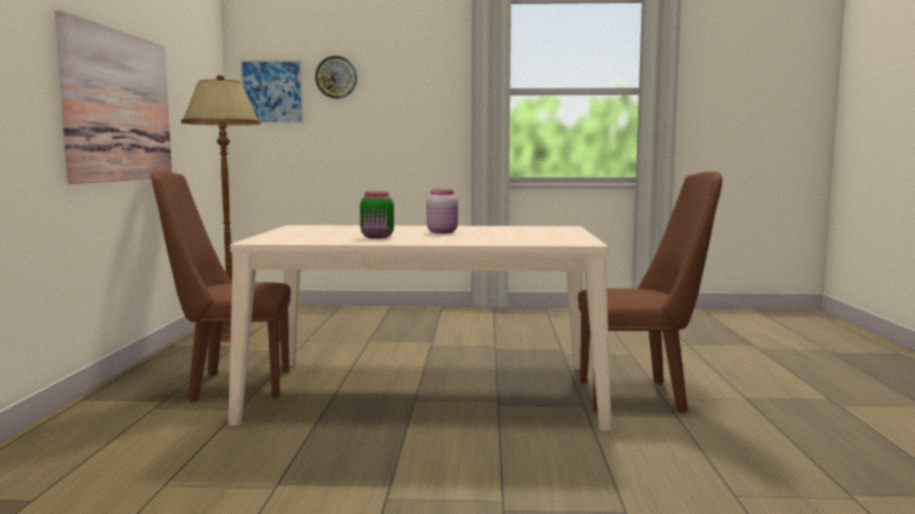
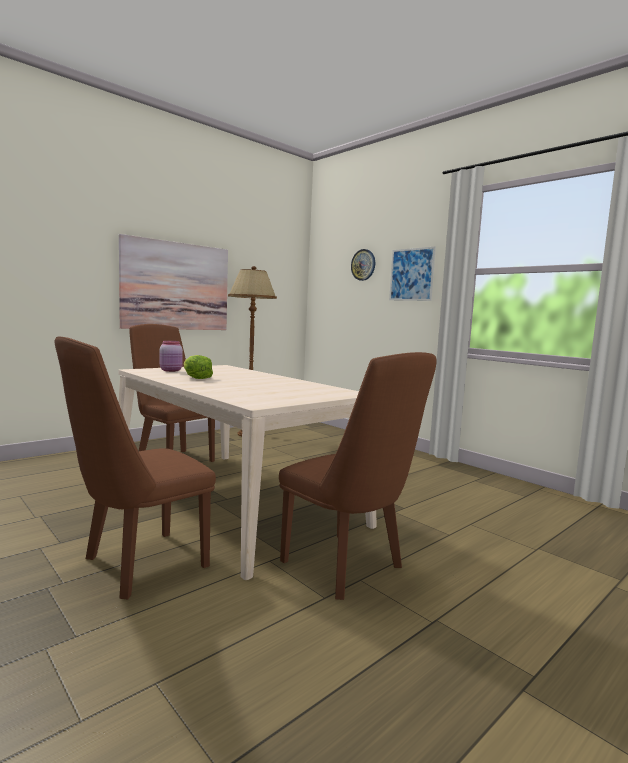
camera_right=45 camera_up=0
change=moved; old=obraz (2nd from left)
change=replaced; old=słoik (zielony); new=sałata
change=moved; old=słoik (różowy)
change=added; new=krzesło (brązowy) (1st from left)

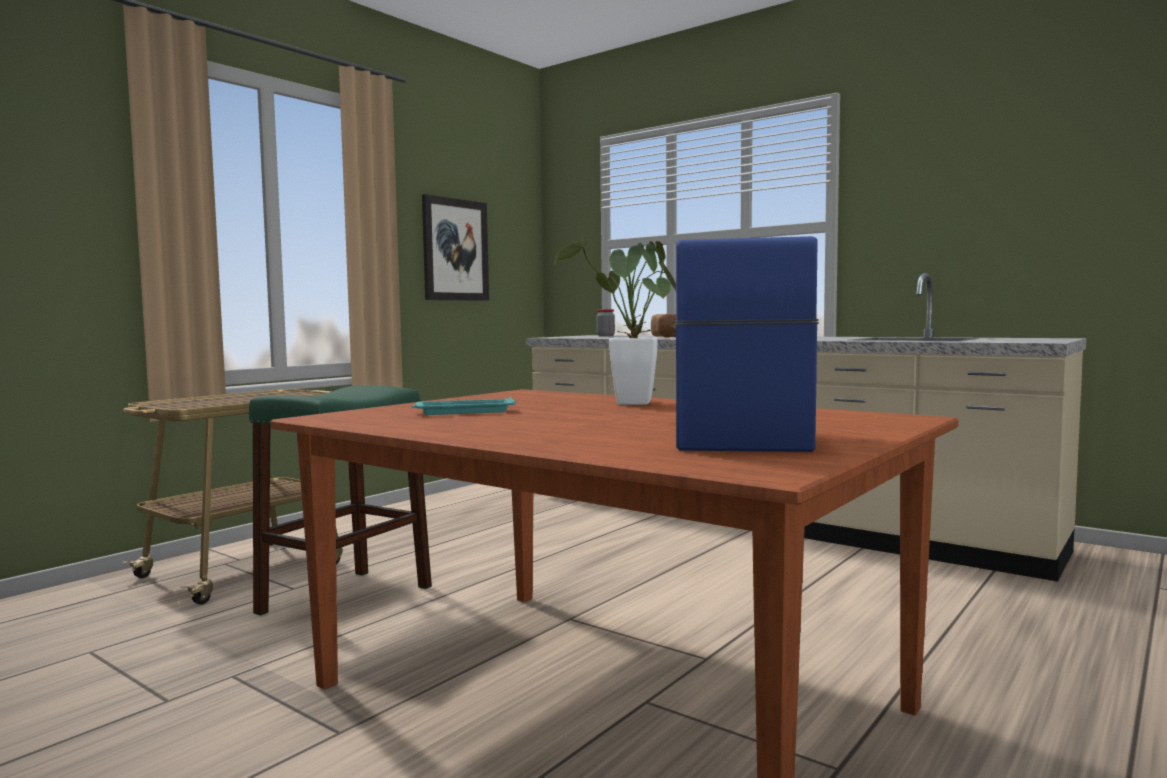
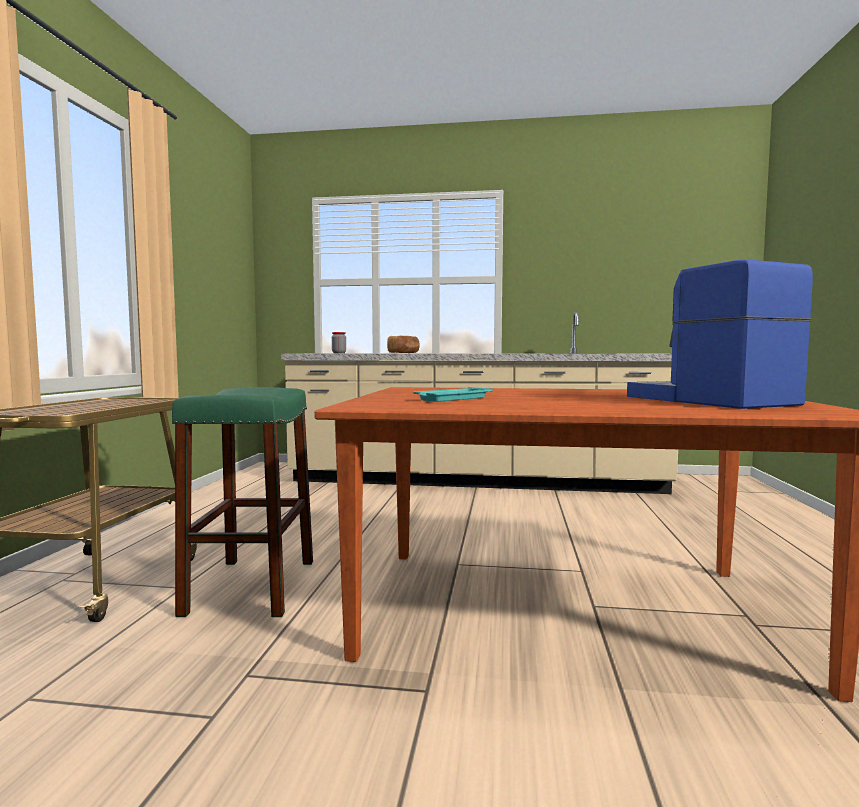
camera_right=-30 camera_up=0
change=removed; old=obraz
change=removed; old=roślina doniczkowa

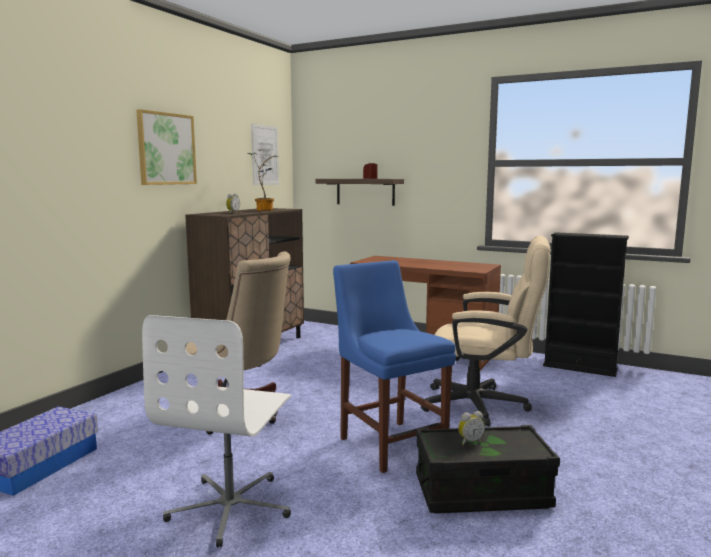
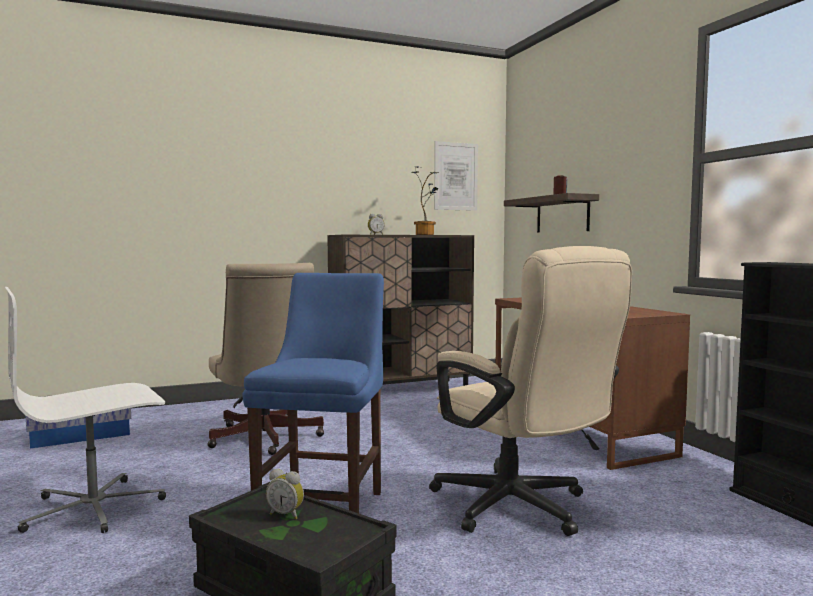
camera_right=40 camera_up=-5
change=removed; old=obraz (1st from left)

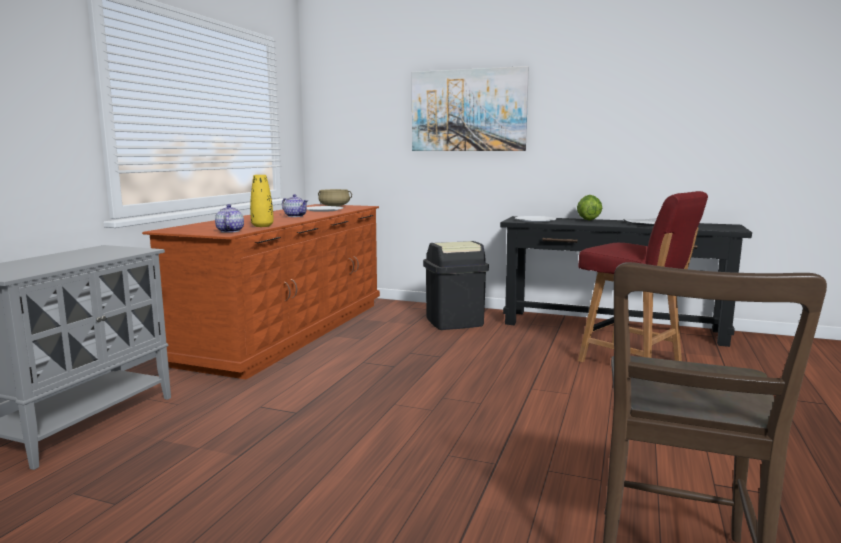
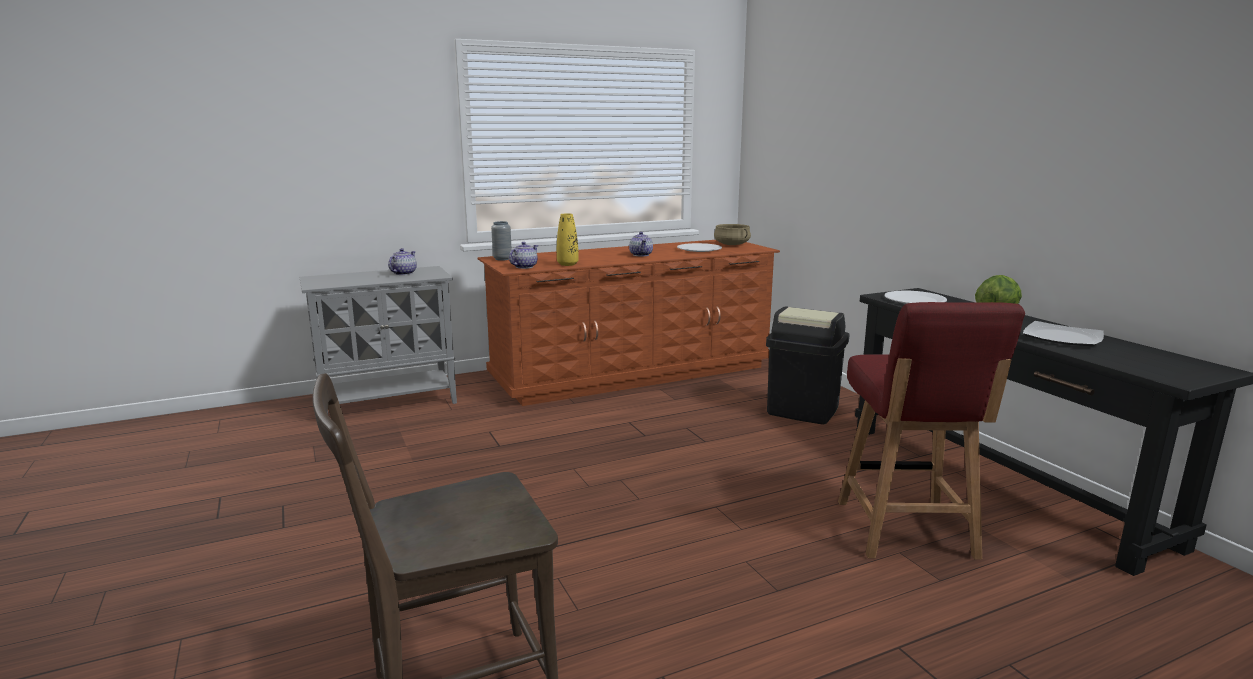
camera_right=45 camera_up=5
change=removed; old=obraz
change=added; new=imbryk (1st from left)
change=added; new=wazon (szary)

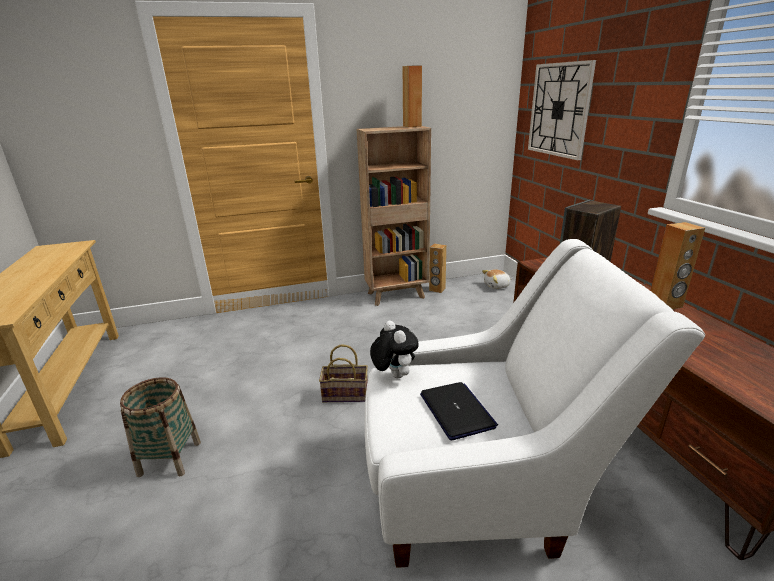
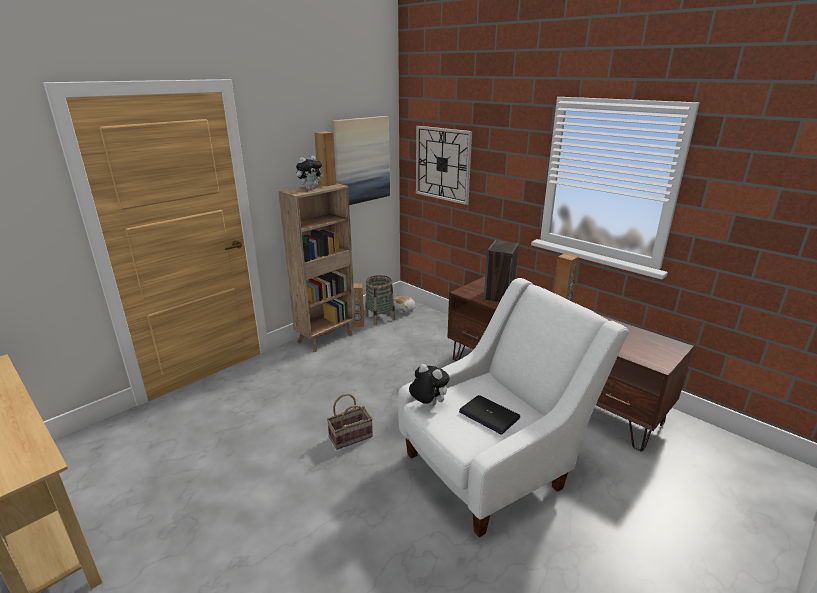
camera_right=-30 camera_up=0
change=moved; old=koszyk (1st from left in the first image); new=koszyk (2nd from left)
change=added; new=pluszak (1st from left)
change=added; new=obraz

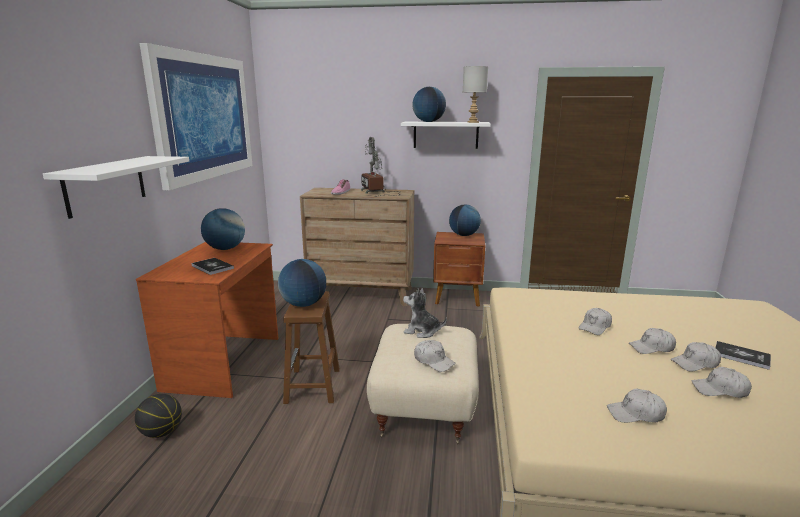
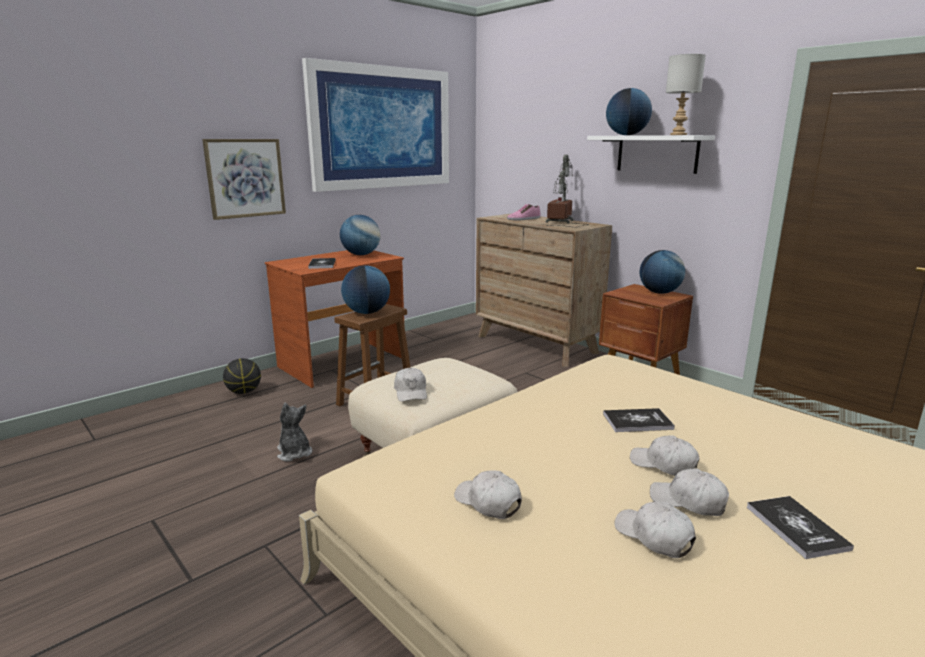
camera_right=40 camera_up=0
change=replaced; old=półka (biały) (1st from left); new=obraz (1st from left)
change=moved; old=pluszak
change=replaced; old=czapka z daszkiem (biały) (2nd from left); new=książka (2nd from left)

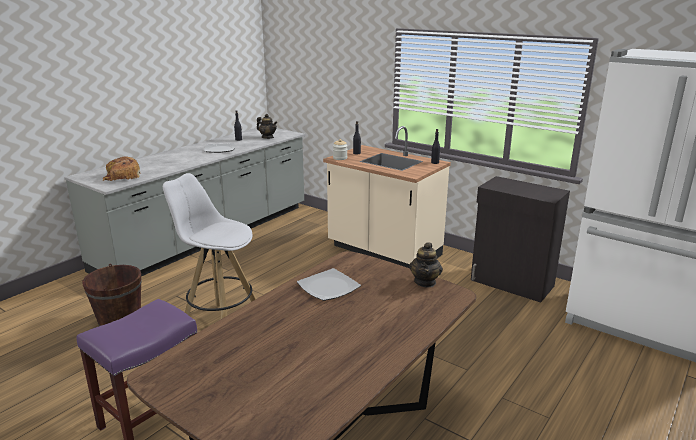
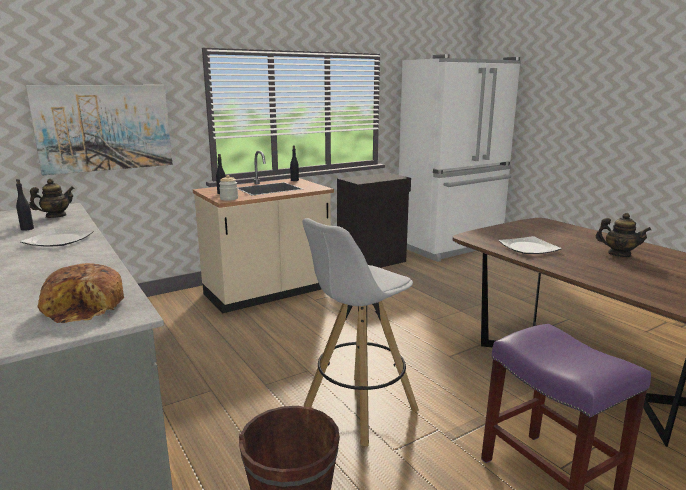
camera_right=-70 camera_up=-5
change=moved; old=imbryk (2nd from left)
change=added; new=obraz

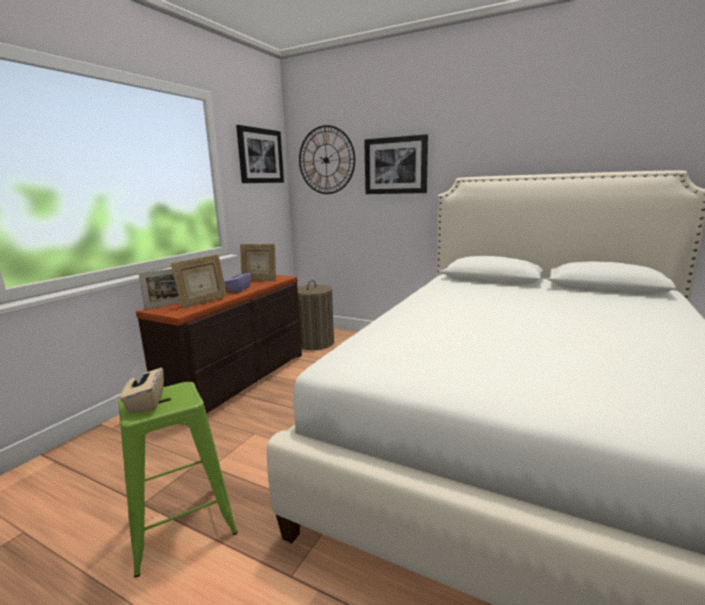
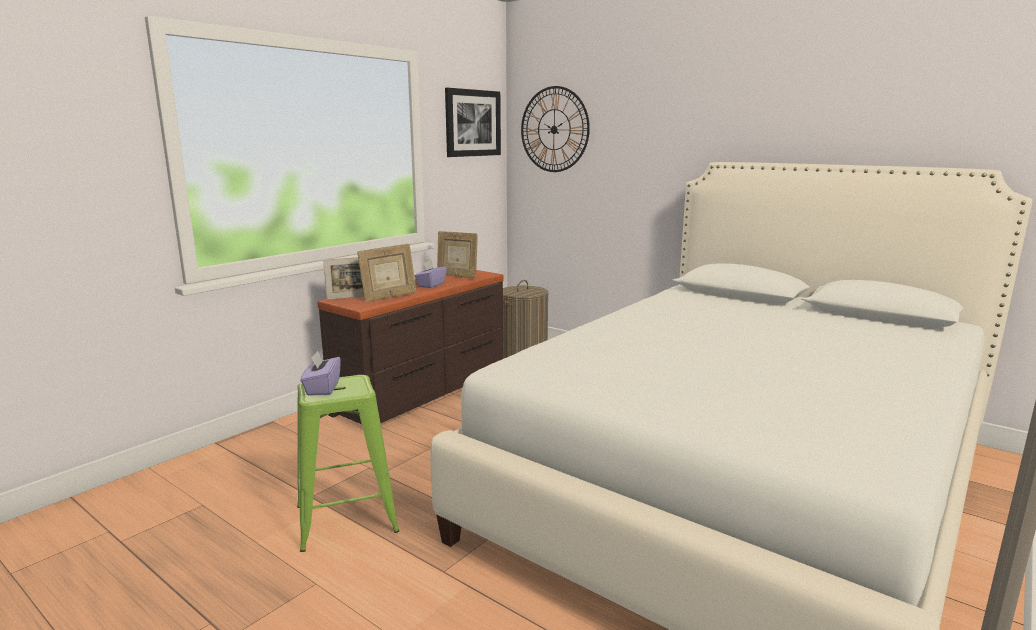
camera_right=10 camera_up=0
change=recoloured; old=pudełko chusteczek (beżowy); new=pudełko chusteczek (fioletowy) (1st from left)
change=removed; old=obraz (2nd from left)

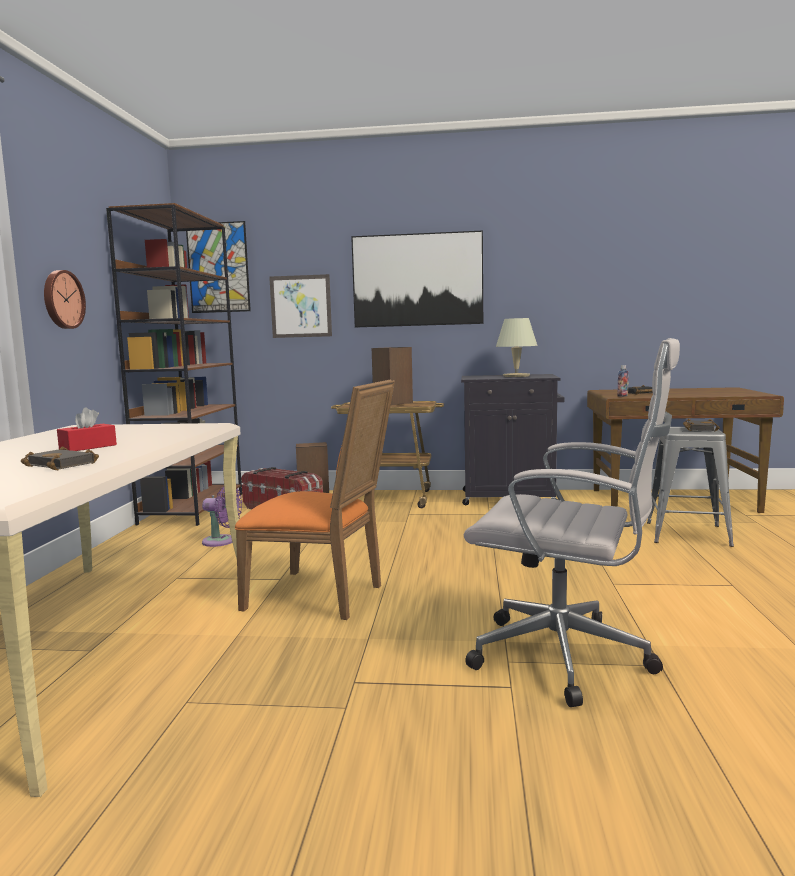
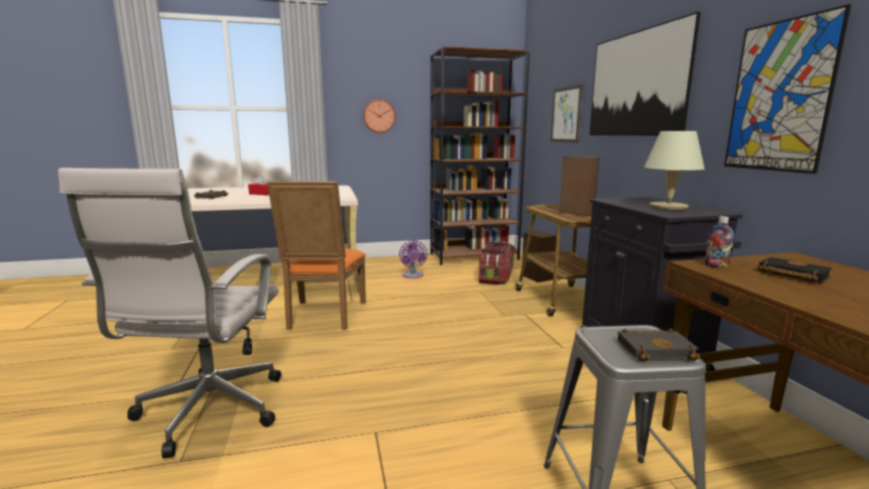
camera_right=70 camera_up=5
change=moved; old=obraz (1st from left in the first image); new=obraz (3rd from left)

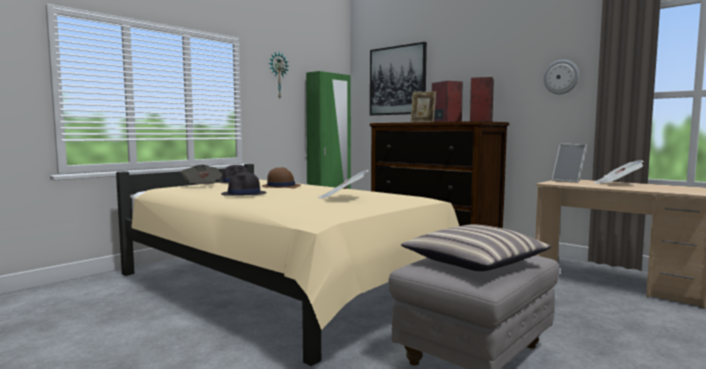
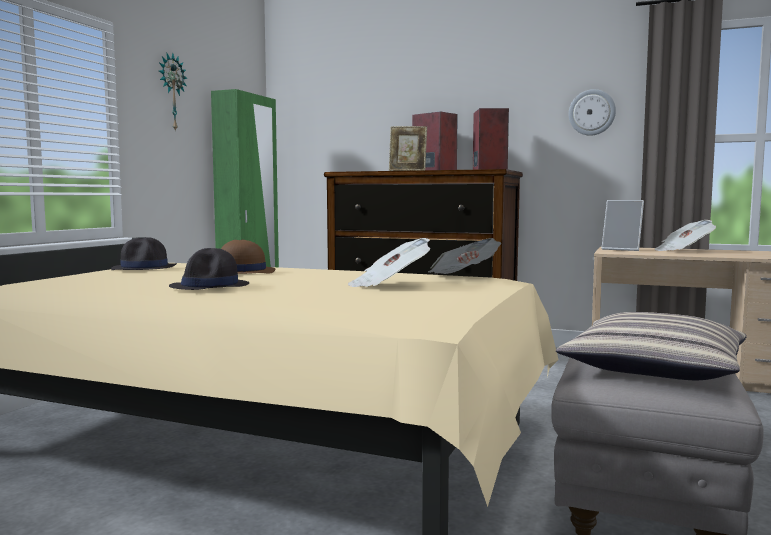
camera_right=-20 camera_up=0
change=moved; old=gazeta (1st from left in the first image); new=gazeta (2nd from left)
change=removed; old=obraz

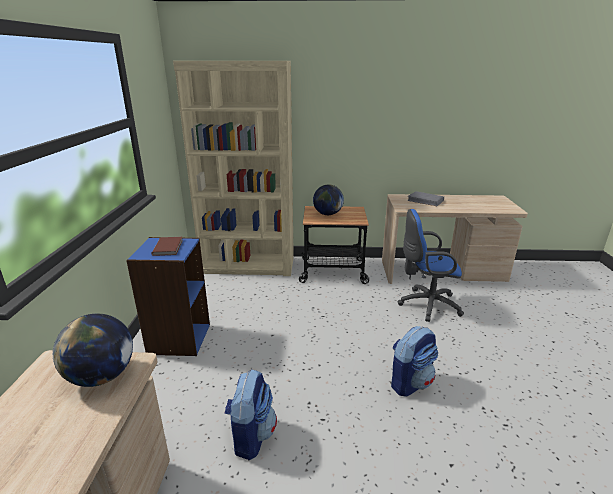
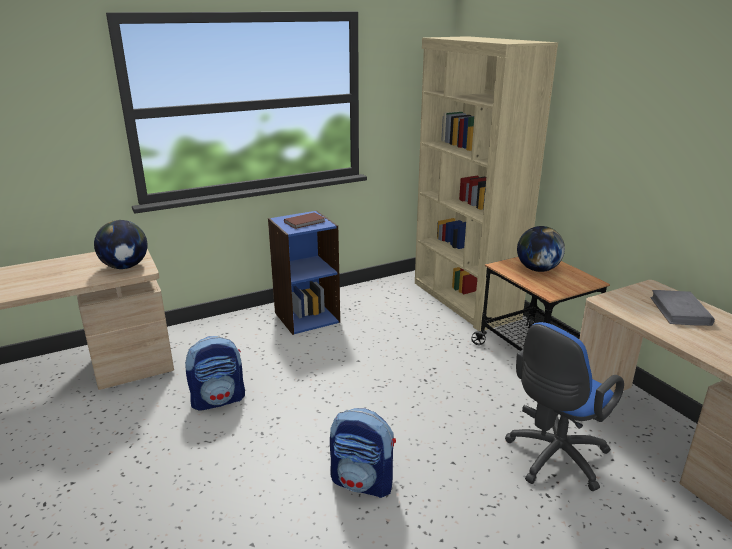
camera_right=60 camera_up=0
change=turned; old=krzesło biurowe (niebieski); degrees=-105

